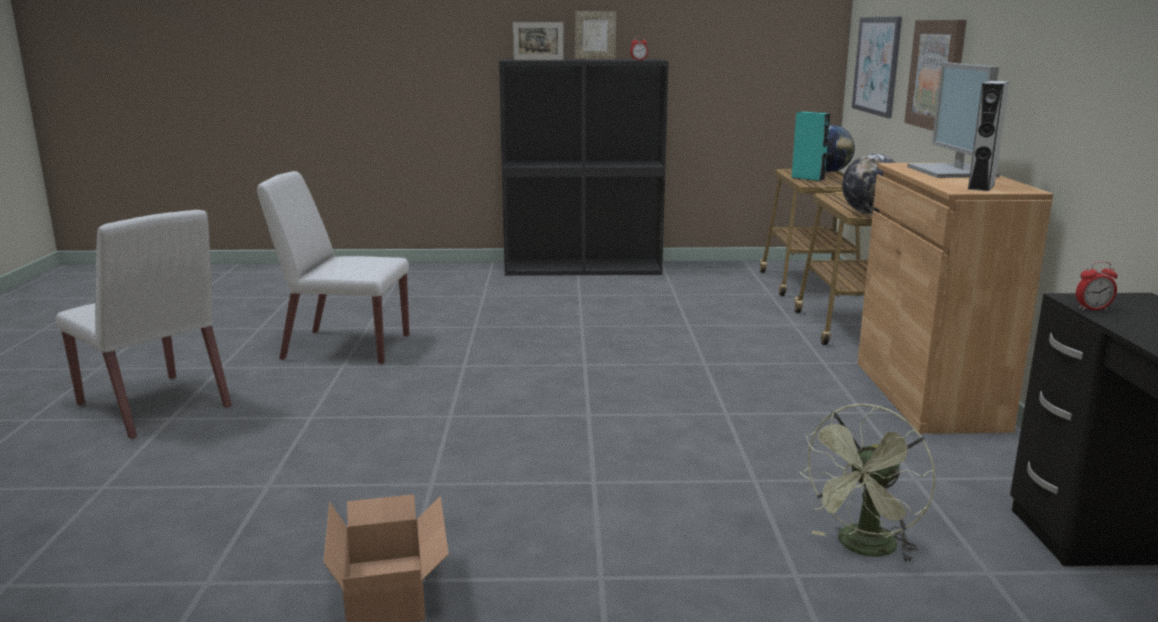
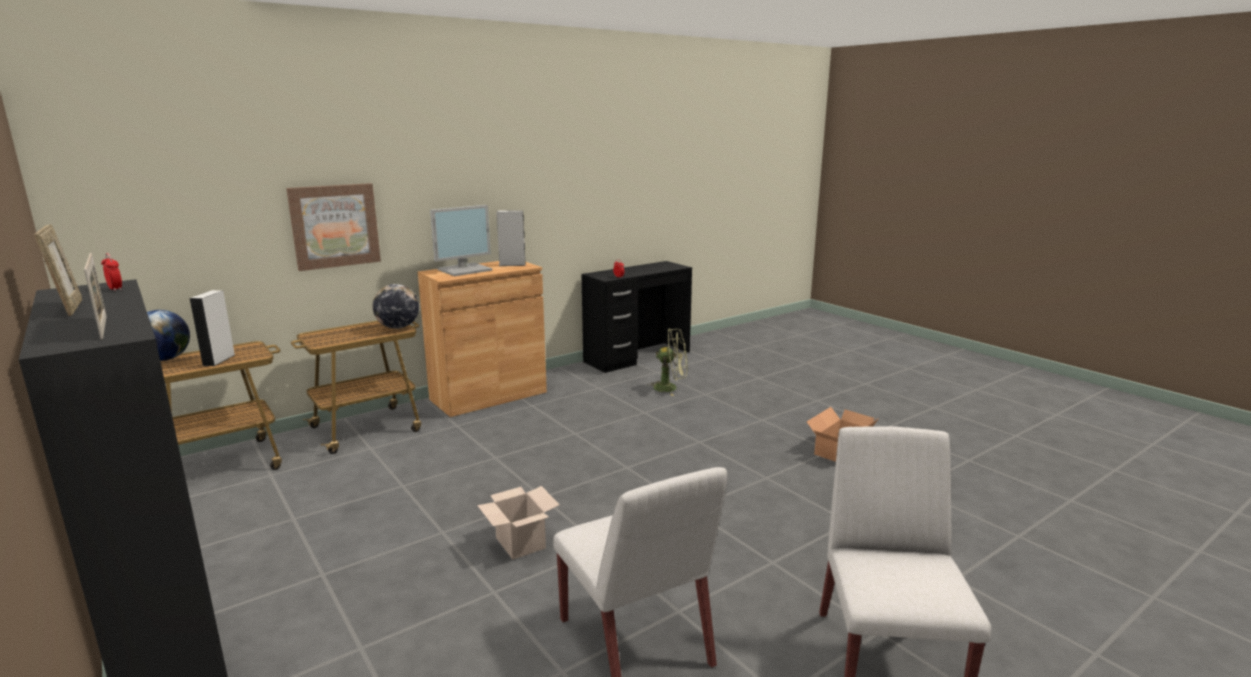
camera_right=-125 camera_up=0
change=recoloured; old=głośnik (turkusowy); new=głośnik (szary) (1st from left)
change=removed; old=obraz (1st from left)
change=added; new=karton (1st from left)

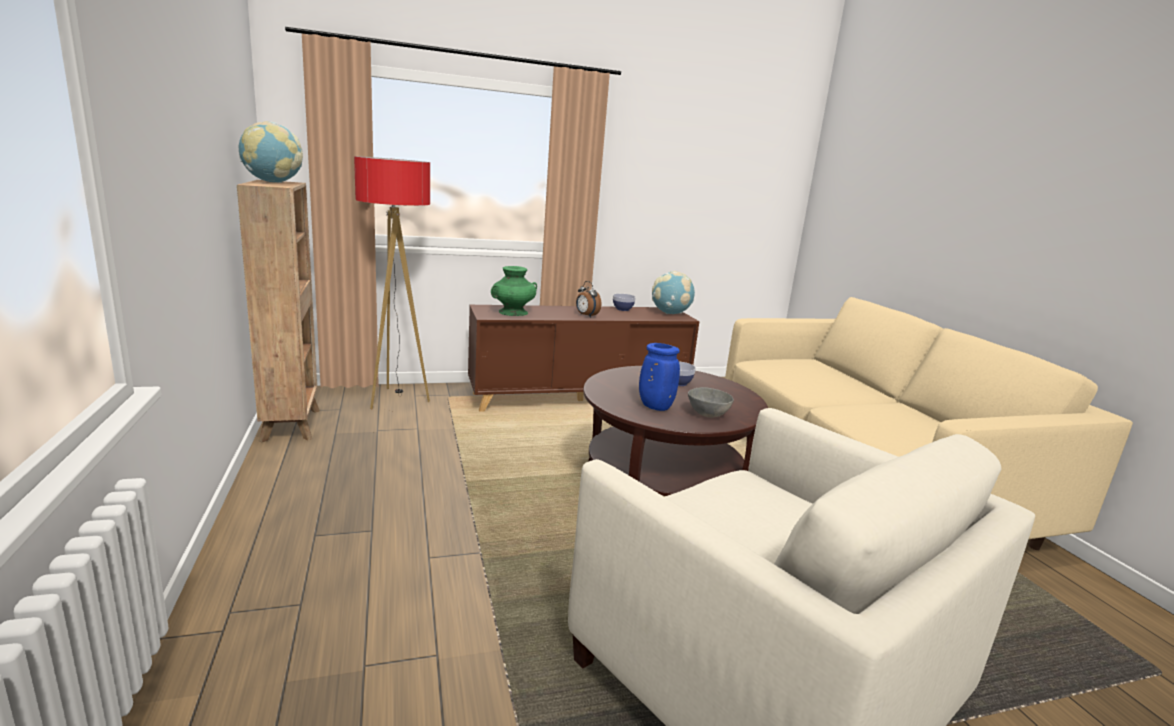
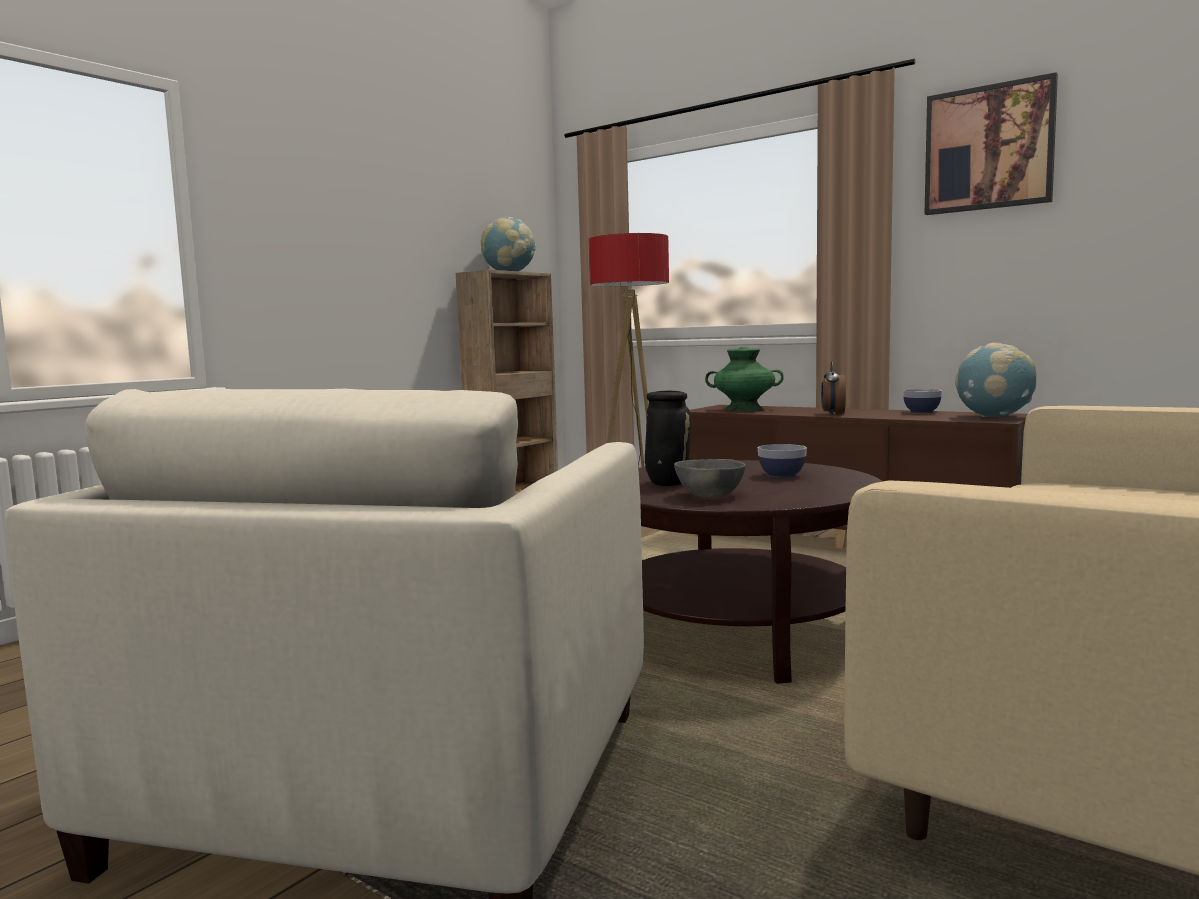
camera_right=55 camera_up=-10
change=recoloured; old=wazon (niebieski); new=wazon (czarny)
change=added; new=obraz

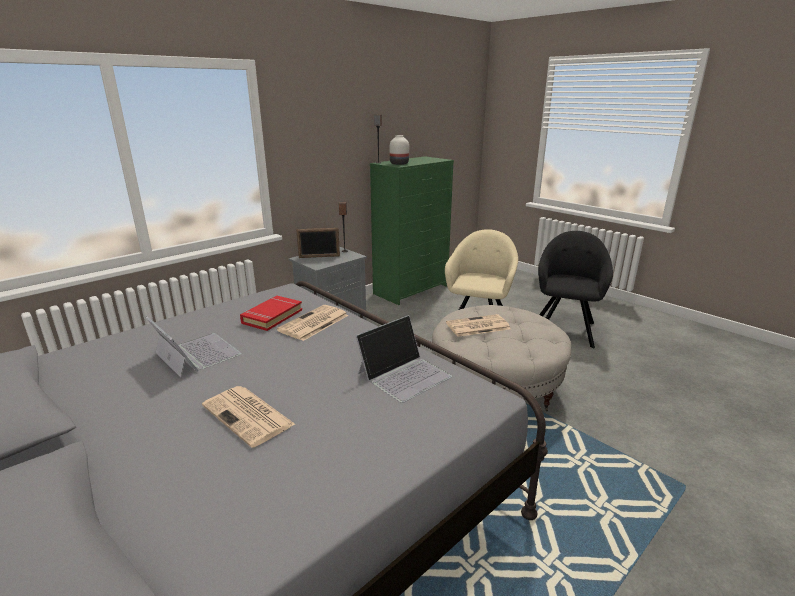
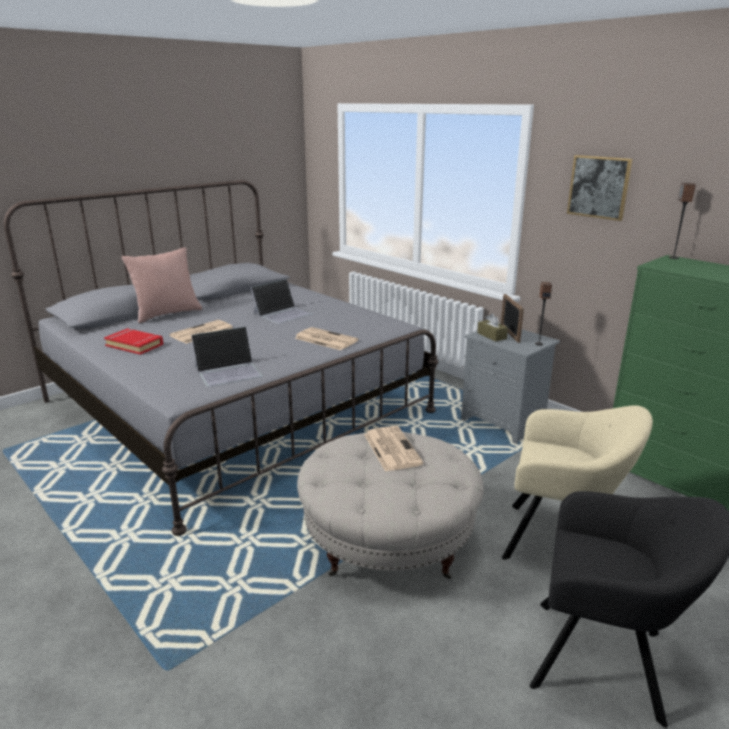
camera_right=90 camera_up=0
change=moved; old=książka (czerwony)
change=turned; old=laptop (2nd from left in the first image); degrees=-75
change=removed; old=wazon (biały)
change=added; new=poduszka (różowy)
change=added; new=pudełko chusteczek (brązowy)
change=added; new=obraz

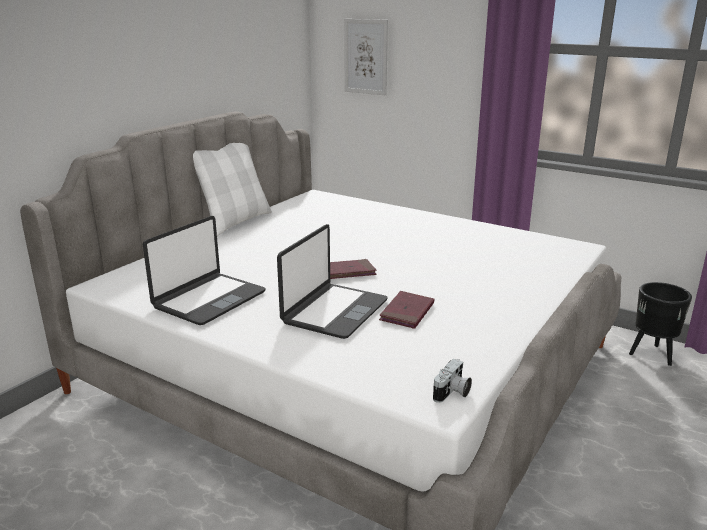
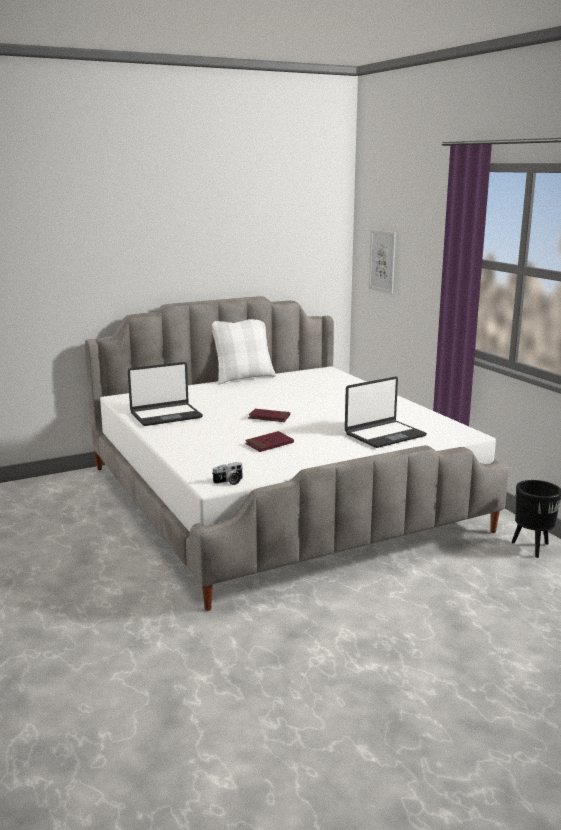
camera_right=30 camera_up=-5
change=moved; old=laptop (2nd from left)

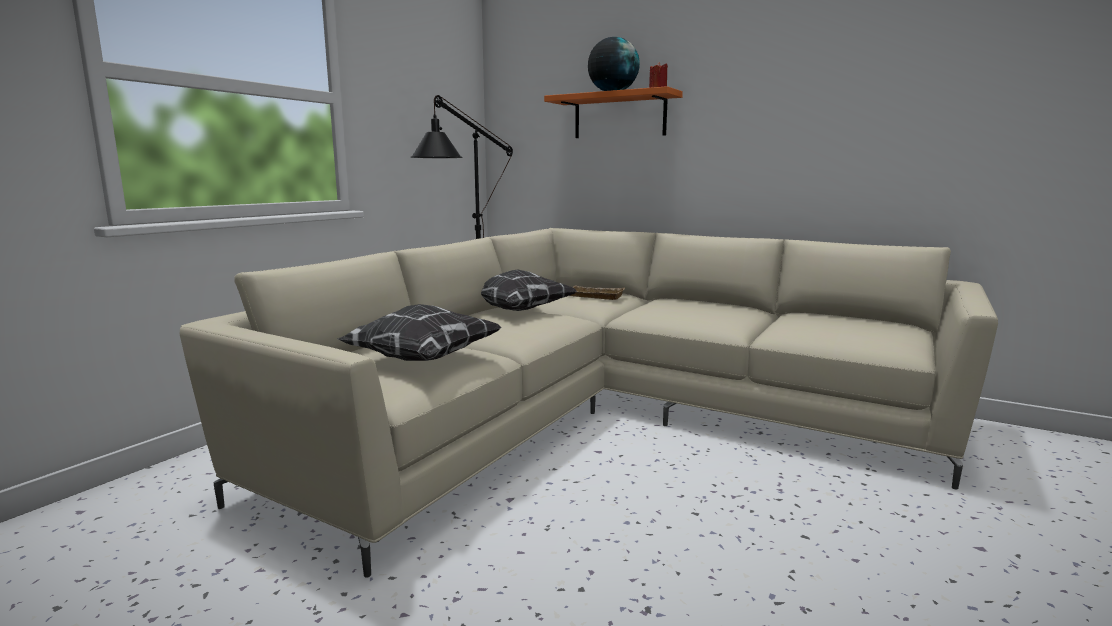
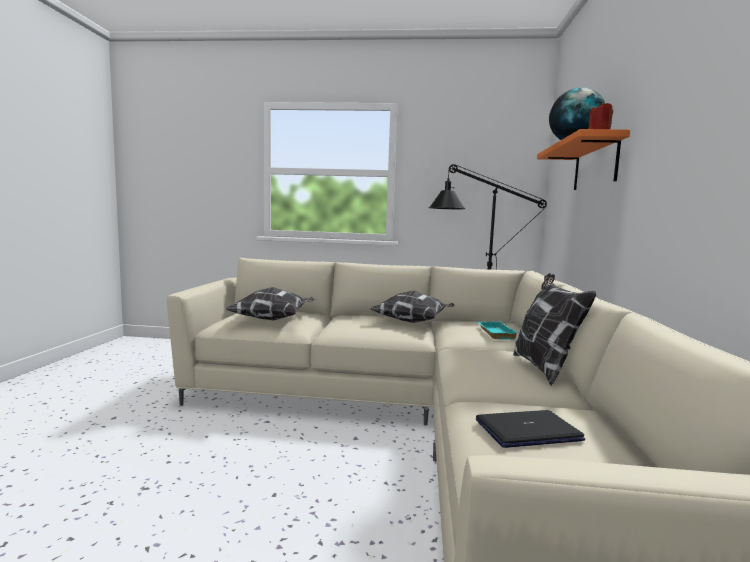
camera_right=65 camera_up=-5
change=recoloured; old=taca (beżowy); new=taca (turkusowy)
change=added; new=laptop
change=added; new=poduszka (3rd from left)

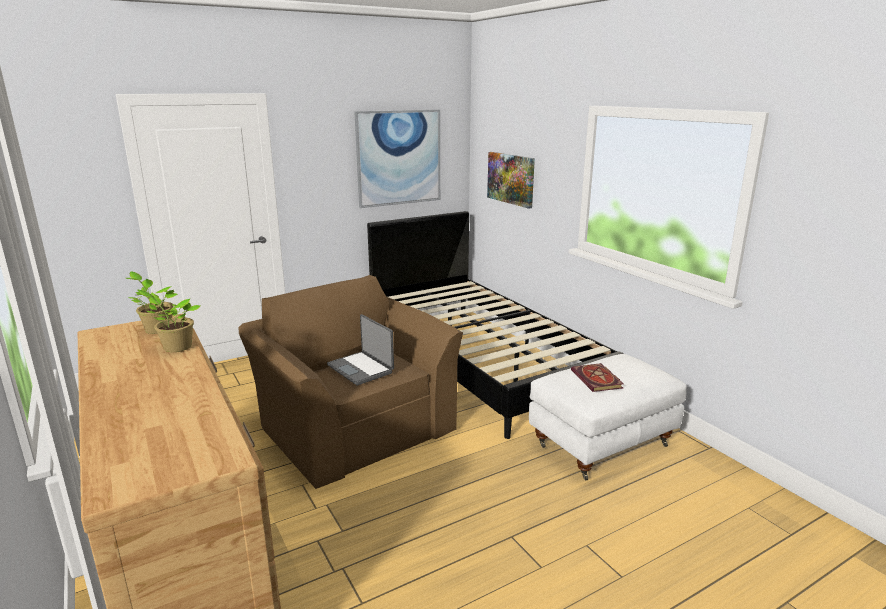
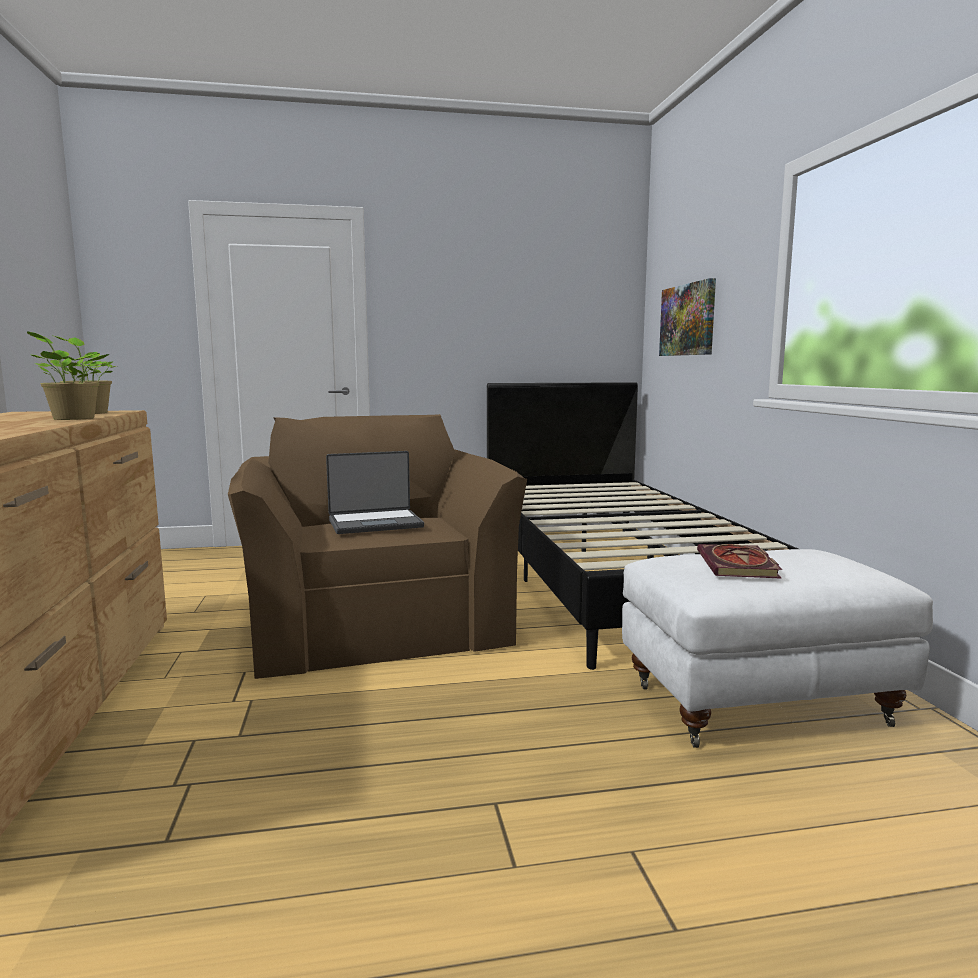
camera_right=20 camera_up=-10
change=turned; old=laptop; degrees=-90
change=removed; old=obraz (1st from left)

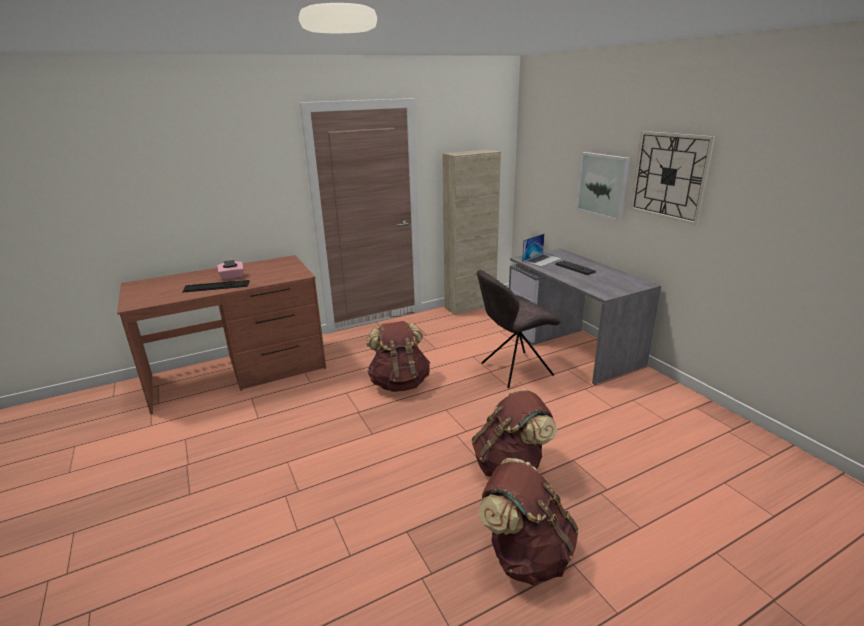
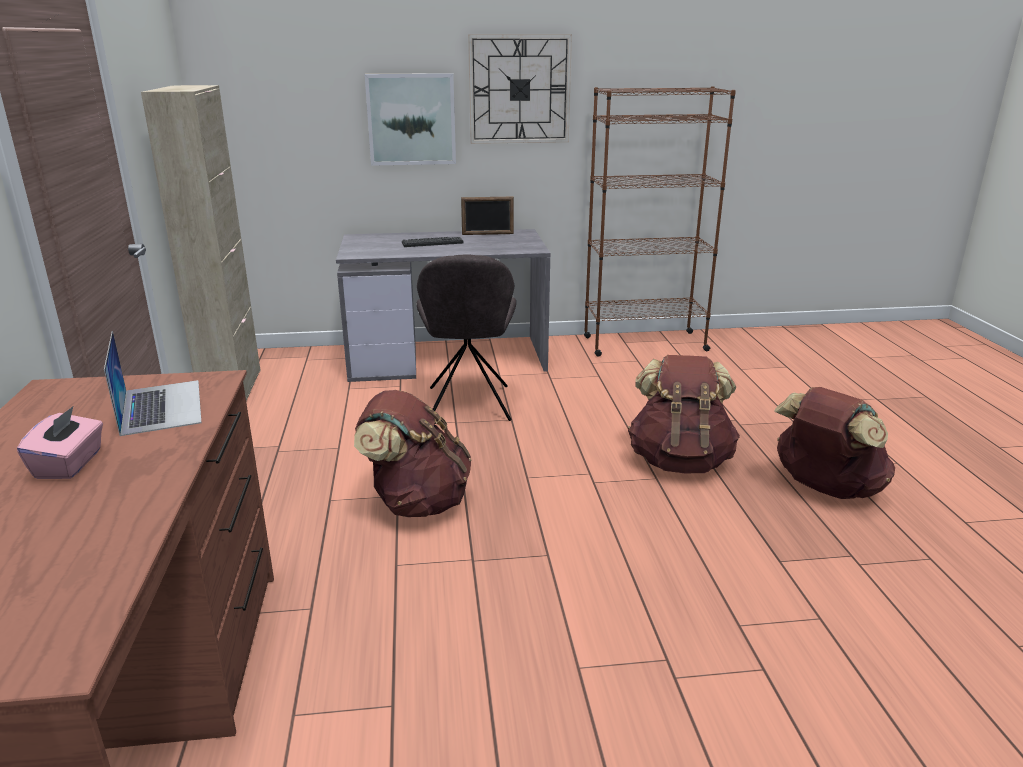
camera_right=-70 camera_up=0
change=removed; old=klawiatura (1st from left)
change=moved; old=laptop
change=added; new=ramka na zdjęcie
change=added; new=regał (brązowy)

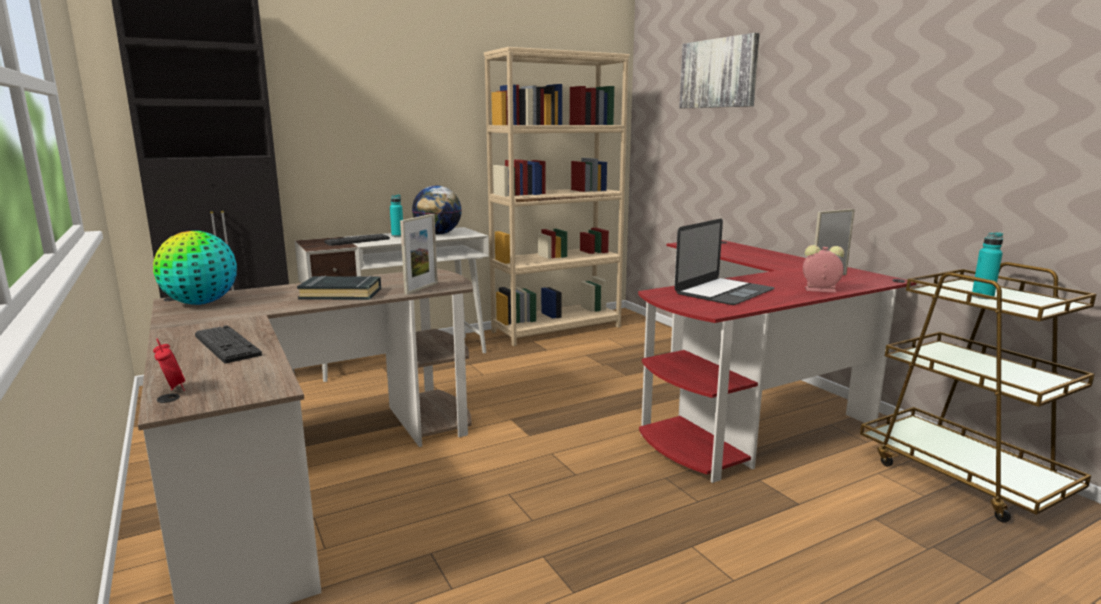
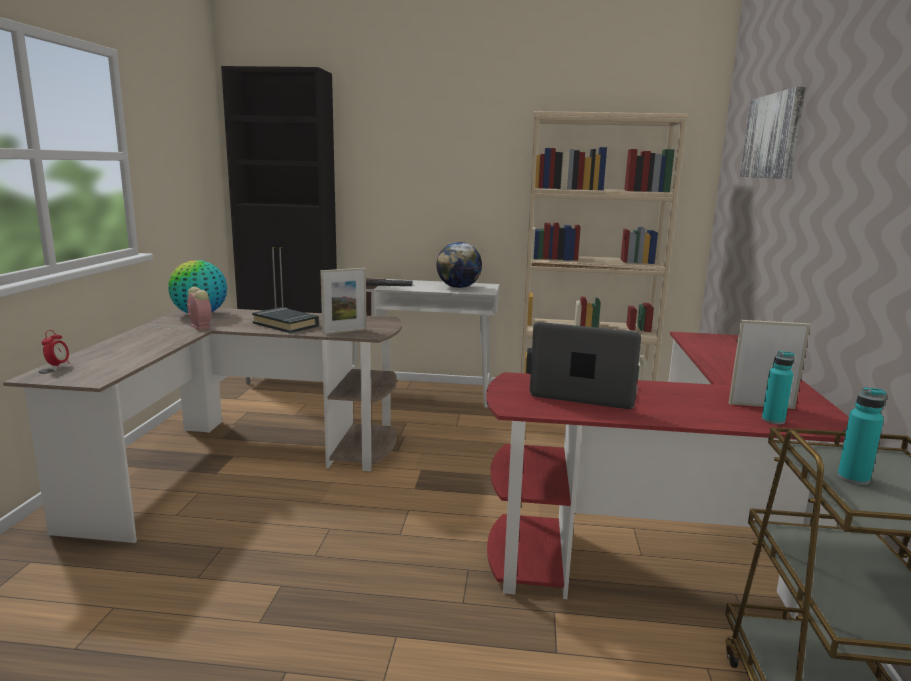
camera_right=35 camera_up=0
change=removed; old=klawiatura (1st from left)
change=moved; old=butelka (turkusowy) (1st from left)
change=turned; old=laptop; degrees=-150
change=moved; old=budzik (2nd from left)

